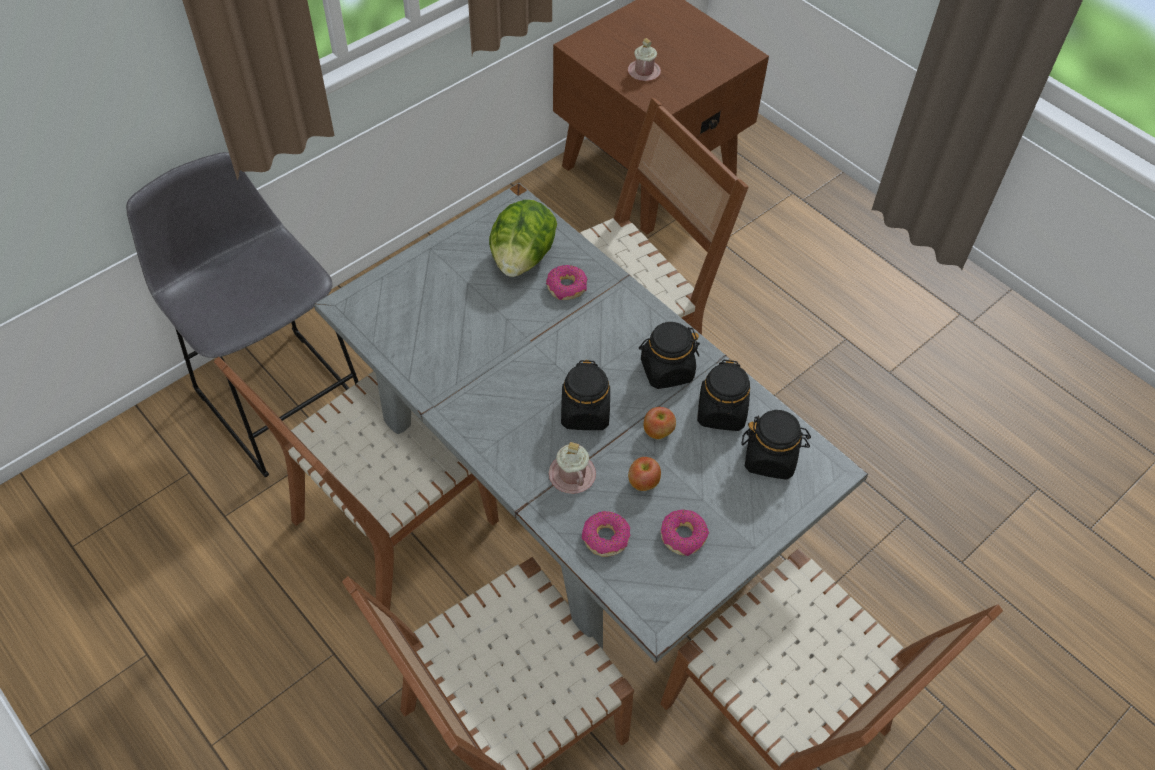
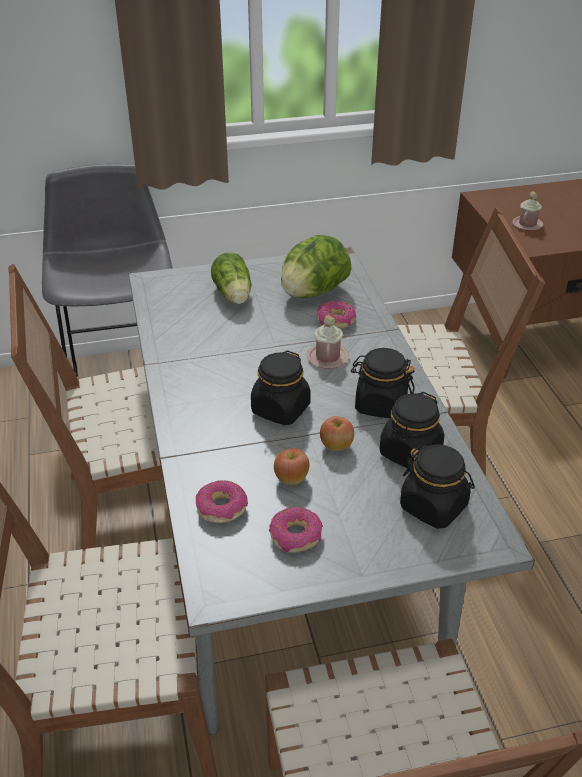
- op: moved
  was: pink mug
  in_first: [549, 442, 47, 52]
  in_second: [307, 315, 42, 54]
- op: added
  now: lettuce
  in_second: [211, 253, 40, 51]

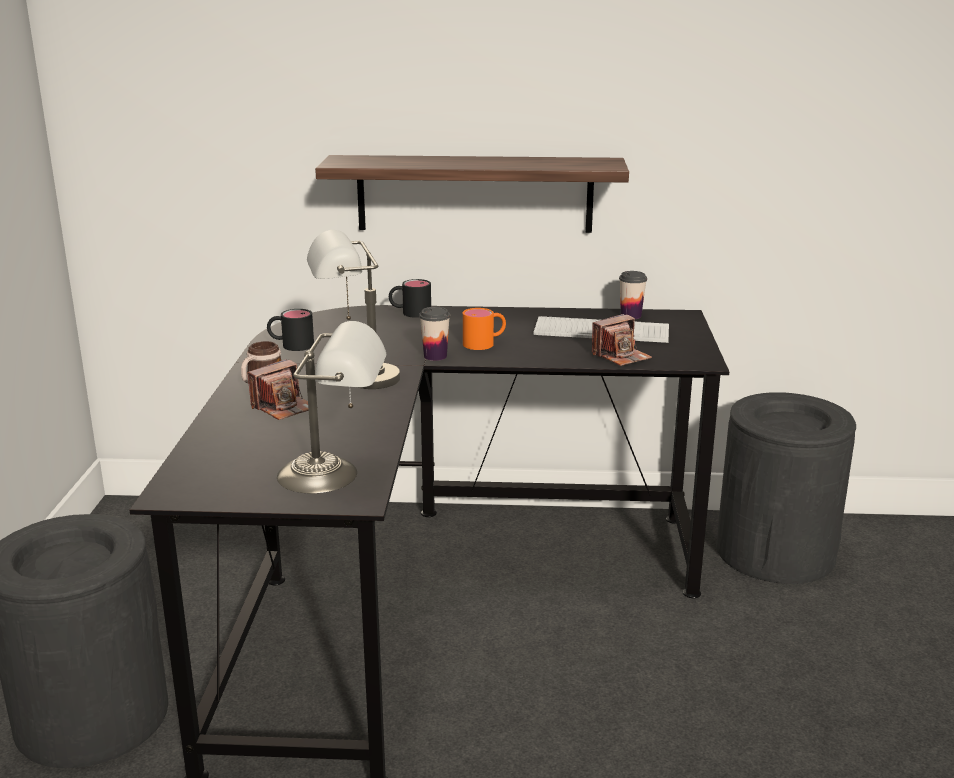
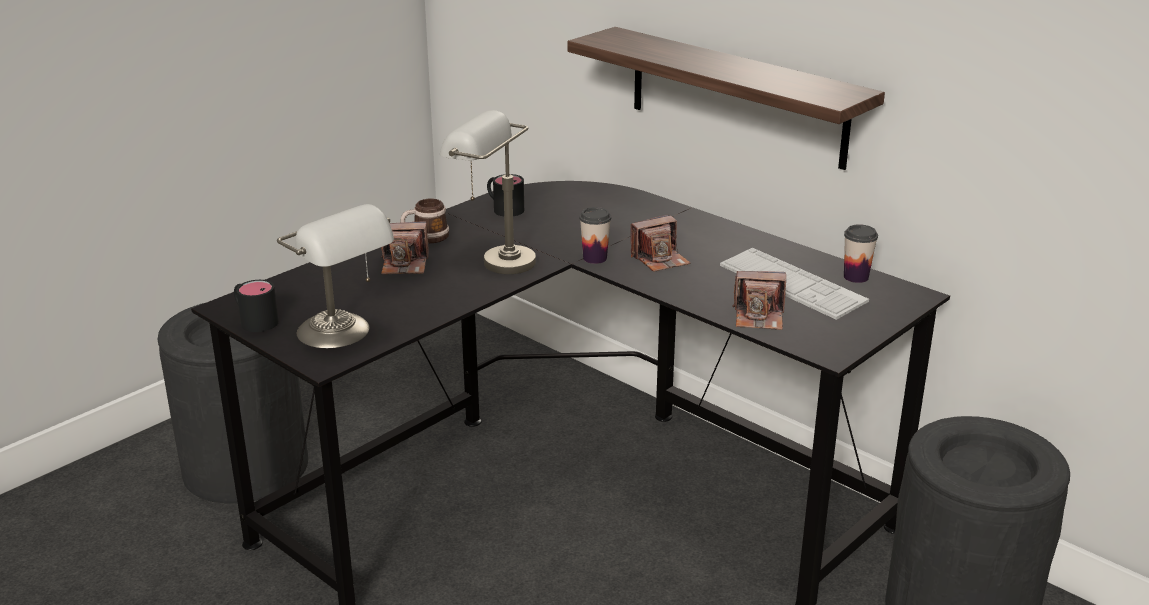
- op: moved
  was: black mug
  in_first: [389, 279, 42, 39]
  in_second: [234, 280, 45, 52]
- op: replaced
  was: orange mug
  now: photo camera
  in_first: [463, 308, 43, 42]
  in_second: [631, 215, 59, 57]

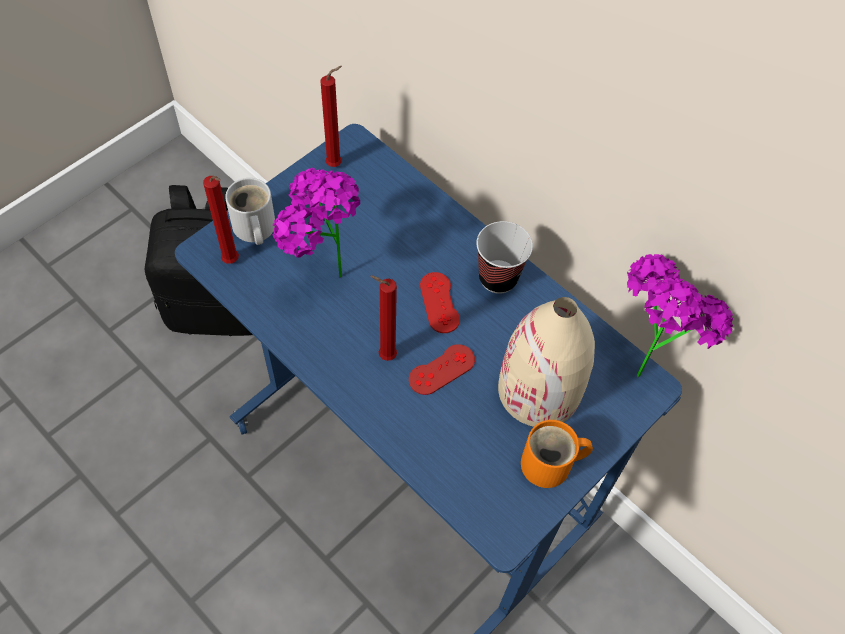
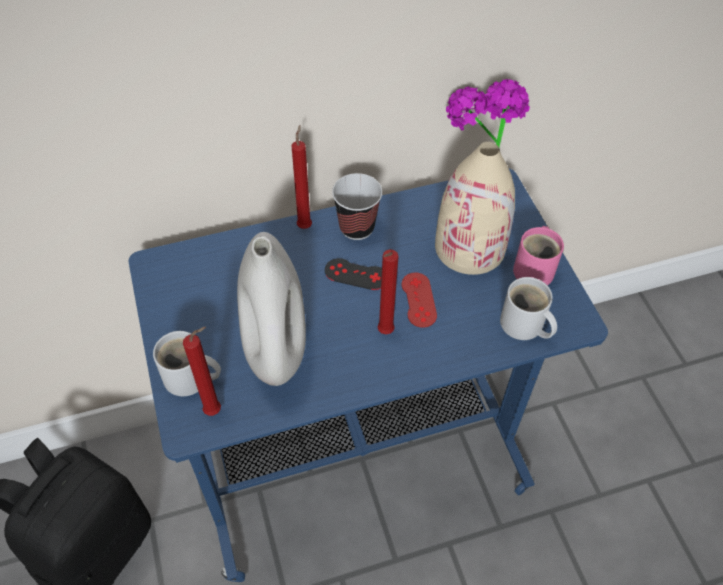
- op: replaced
  was: potted plant
  now: white vase
  in_first: [273, 168, 87, 110]
  in_second: [237, 232, 69, 154]
- op: moved
  was: red candle
  in_first: [321, 66, 21, 101]
  in_second: [292, 125, 20, 104]
- op: recoloured
  was: red game controller
  now: black game controller
  in_first: [420, 272, 40, 61]
  in_second: [325, 258, 57, 32]
- op: recoloured
  was: orange mug
  now: pink mug
  in_first: [521, 420, 72, 68]
  in_second: [513, 226, 51, 59]
- op: added
  now: white mug
  in_second: [500, 277, 57, 63]

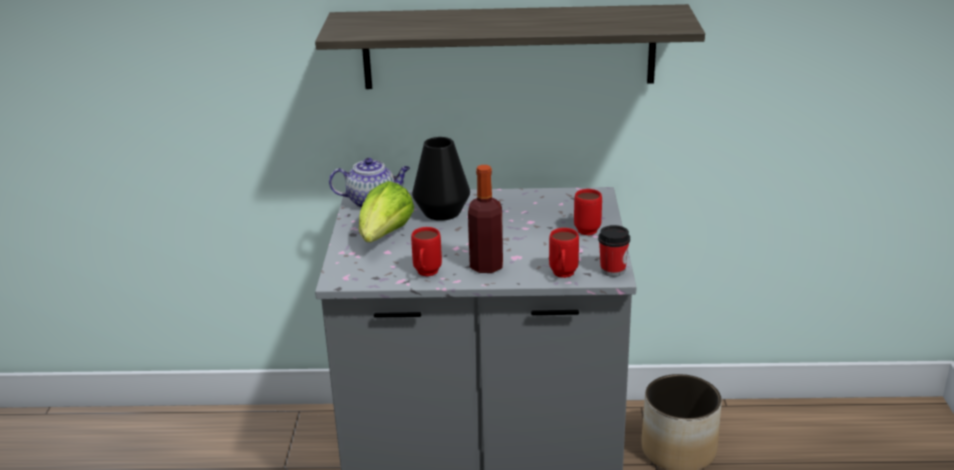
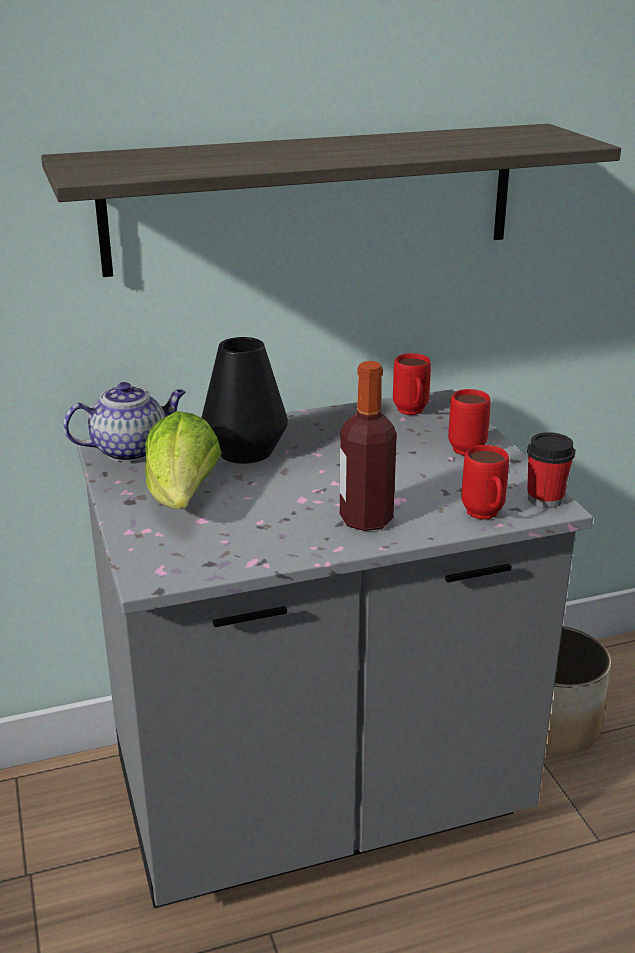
- op: moved
  was: red mug
  in_first: [411, 227, 31, 49]
  in_second: [393, 353, 38, 62]

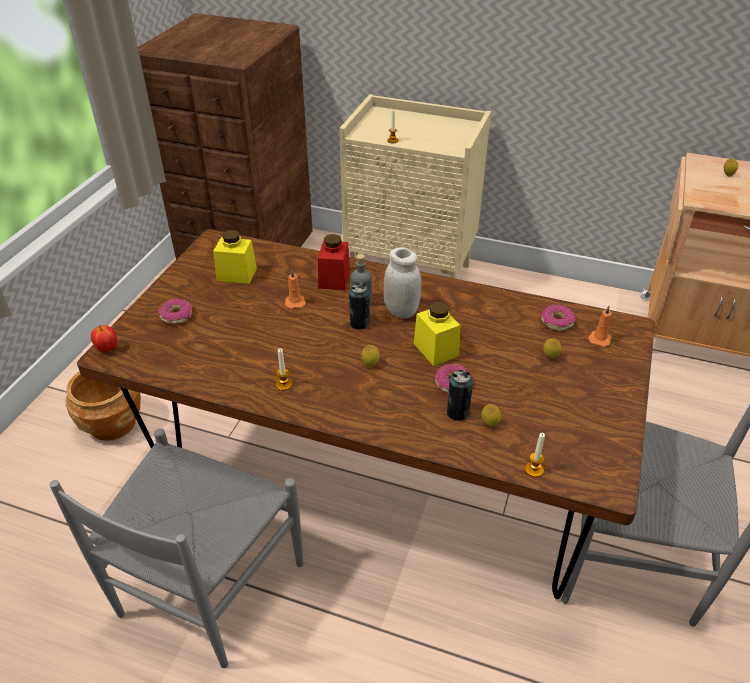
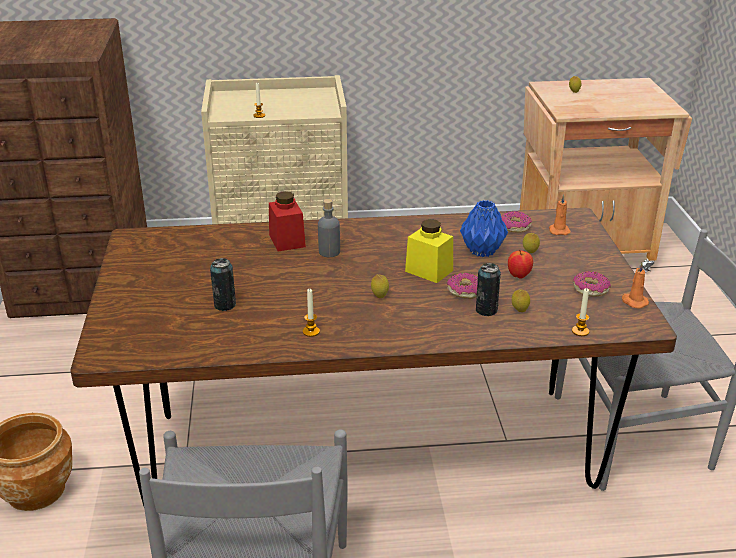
- op: moved
  was: apple
  in_first: [91, 325, 26, 28]
  in_second: [508, 250, 25, 29]
- op: moved
  was: donut
  in_first: [158, 299, 34, 25]
  in_second: [573, 271, 38, 26]
- op: removed
  was: yellow jar
  in_first: [213, 230, 44, 54]
- op: moved
  was: orange candle
  in_first: [285, 270, 21, 39]
  in_second: [622, 263, 27, 45]
- op: moved
  was: can
  in_first: [349, 283, 21, 47]
  in_second: [210, 258, 26, 53]
- op: removed
  was: white jar
  in_first: [384, 248, 37, 71]
- op: added
  now: blue vase
  in_second: [460, 200, 48, 57]

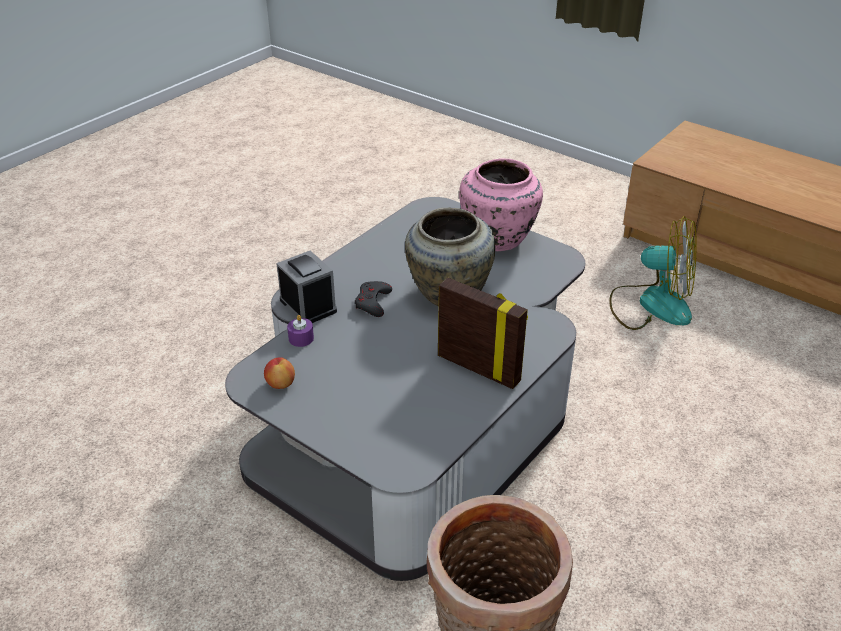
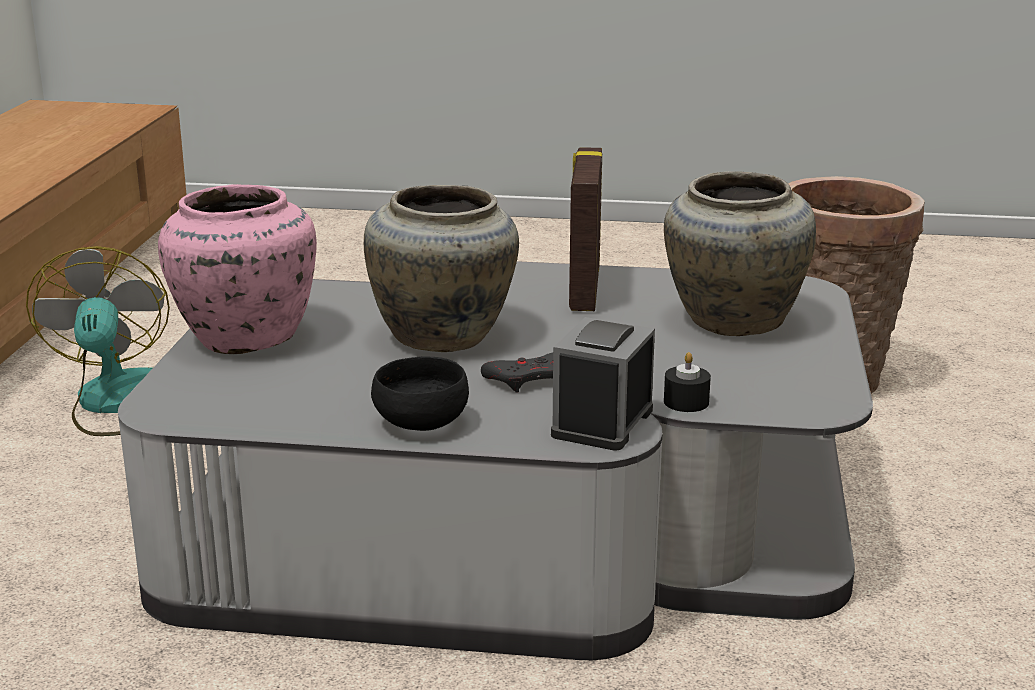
- op: removed
  was: apple
  in_first: [264, 357, 31, 32]
- op: recoloured
  was: purple candle
  now: black candle
  in_first: [287, 315, 27, 32]
  in_second: [664, 352, 47, 60]
- op: added
  now: black bowl
  in_second: [371, 356, 98, 75]
- op: added
  now: beige vase
  in_second: [664, 171, 152, 165]

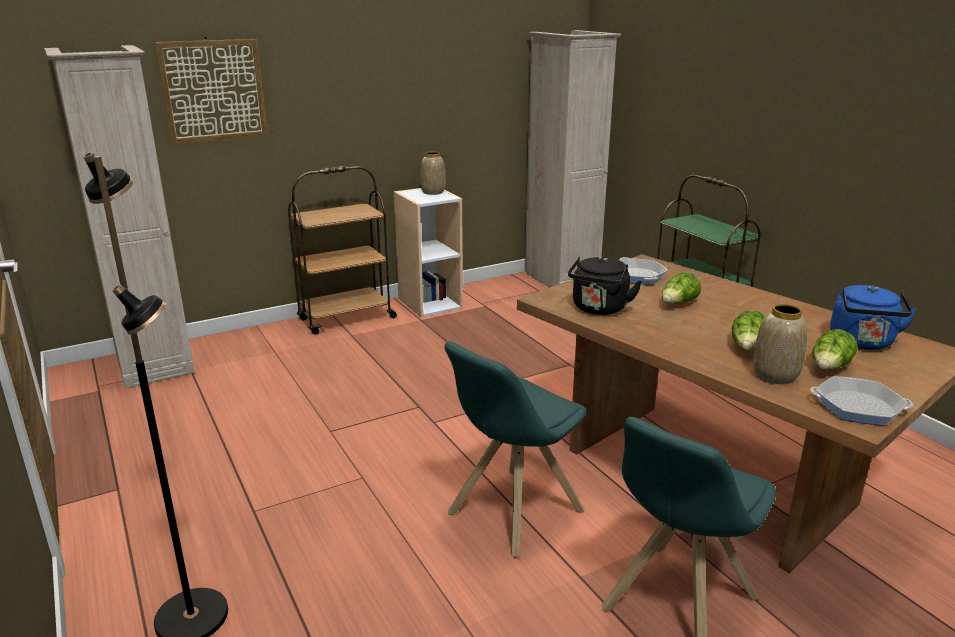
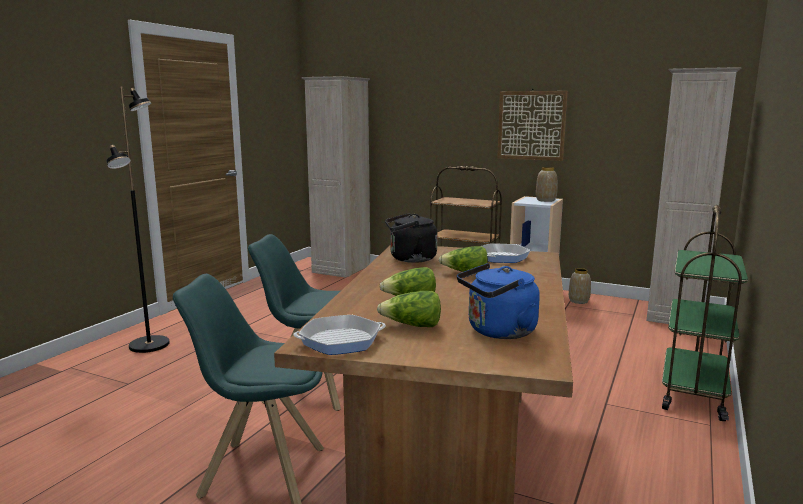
- op: moved
  was: picture
  in_first: [155, 37, 113, 107]
  in_second: [497, 89, 71, 72]
- op: moved
  was: vase
  in_first: [753, 304, 54, 80]
  in_second: [569, 268, 22, 36]
- op: turned
  was: frying pan
  in_first: [810, 376, 103, 50]
  in_second: [293, 315, 93, 40]
  clockwise: 90

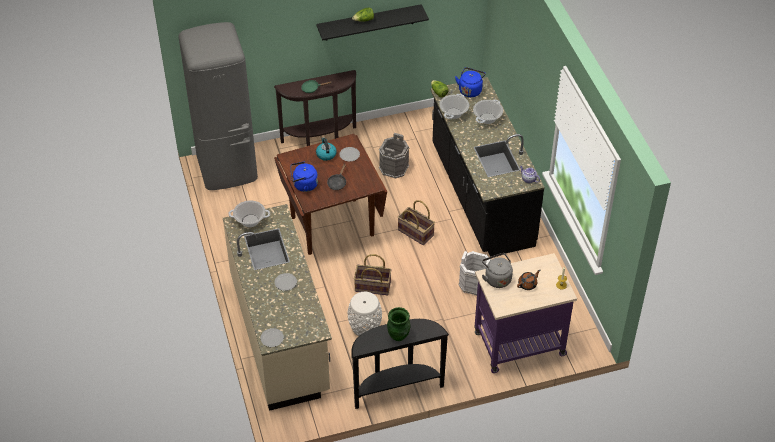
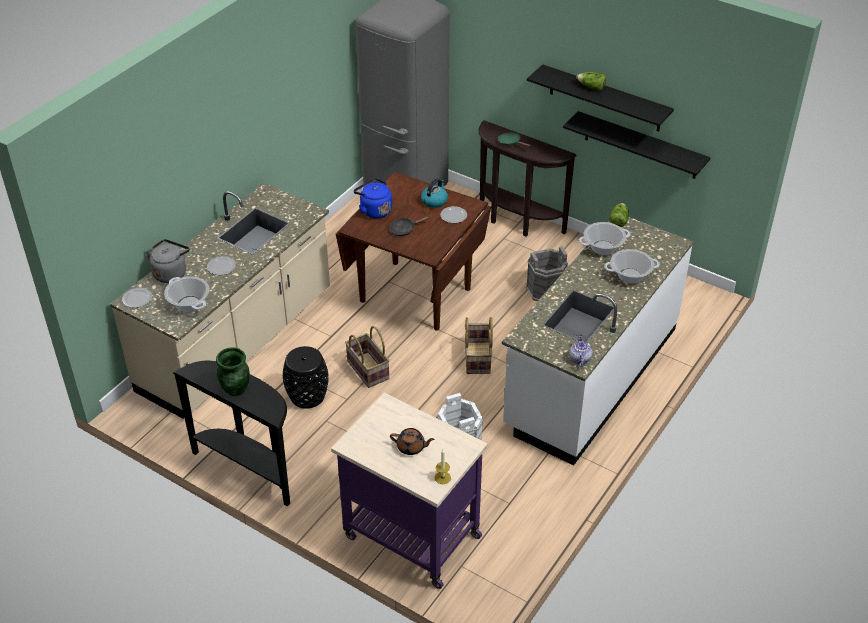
- op: moved
  was: cooking pot
  in_first: [228, 200, 42, 27]
  in_second: [164, 276, 46, 36]
- op: recoloured
  was: white stool
  now: black stool
  in_first: [348, 292, 34, 44]
  in_second: [283, 346, 46, 63]
- op: recoloured
  was: black counter
  now: white counter
  in_first: [430, 77, 115, 180]
  in_second: [502, 217, 191, 249]
- op: removed
  was: blue kettle
  in_first: [455, 67, 31, 30]
- op: moved
  was: grey kettle
  in_first: [482, 253, 31, 35]
  in_second: [146, 239, 44, 44]
- op: added
  now: black shelf
  in_second: [563, 111, 148, 68]

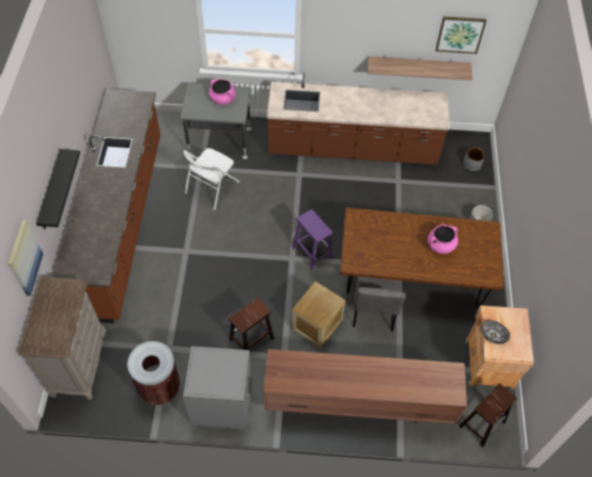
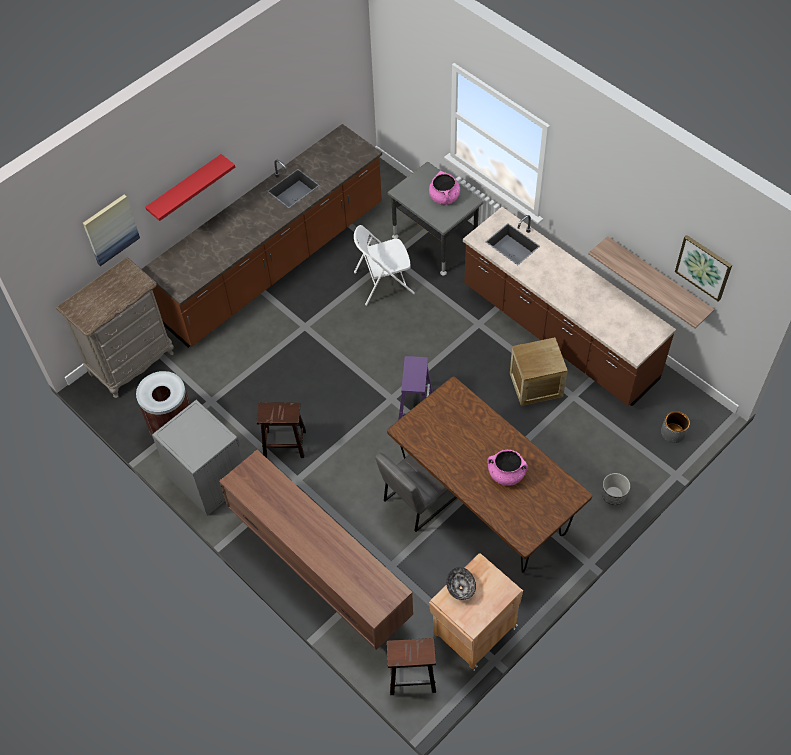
- op: recoloured
  was: black shelf
  now: red shelf
  in_first: [36, 149, 44, 80]
  in_second: [145, 154, 90, 67]
- op: moved
  was: crate
  in_first: [291, 281, 55, 68]
  in_second: [510, 337, 58, 69]

